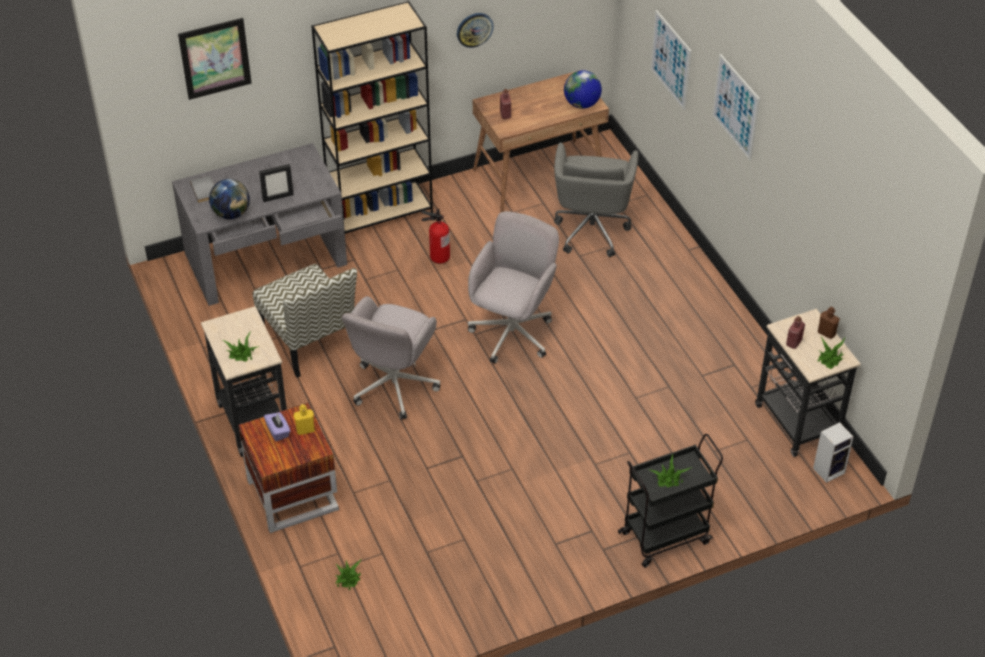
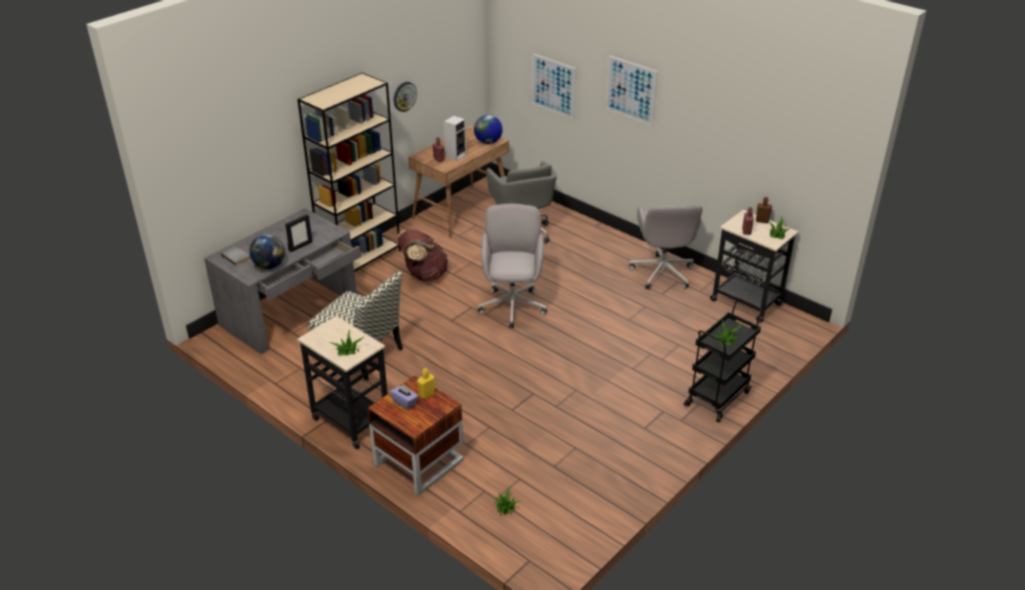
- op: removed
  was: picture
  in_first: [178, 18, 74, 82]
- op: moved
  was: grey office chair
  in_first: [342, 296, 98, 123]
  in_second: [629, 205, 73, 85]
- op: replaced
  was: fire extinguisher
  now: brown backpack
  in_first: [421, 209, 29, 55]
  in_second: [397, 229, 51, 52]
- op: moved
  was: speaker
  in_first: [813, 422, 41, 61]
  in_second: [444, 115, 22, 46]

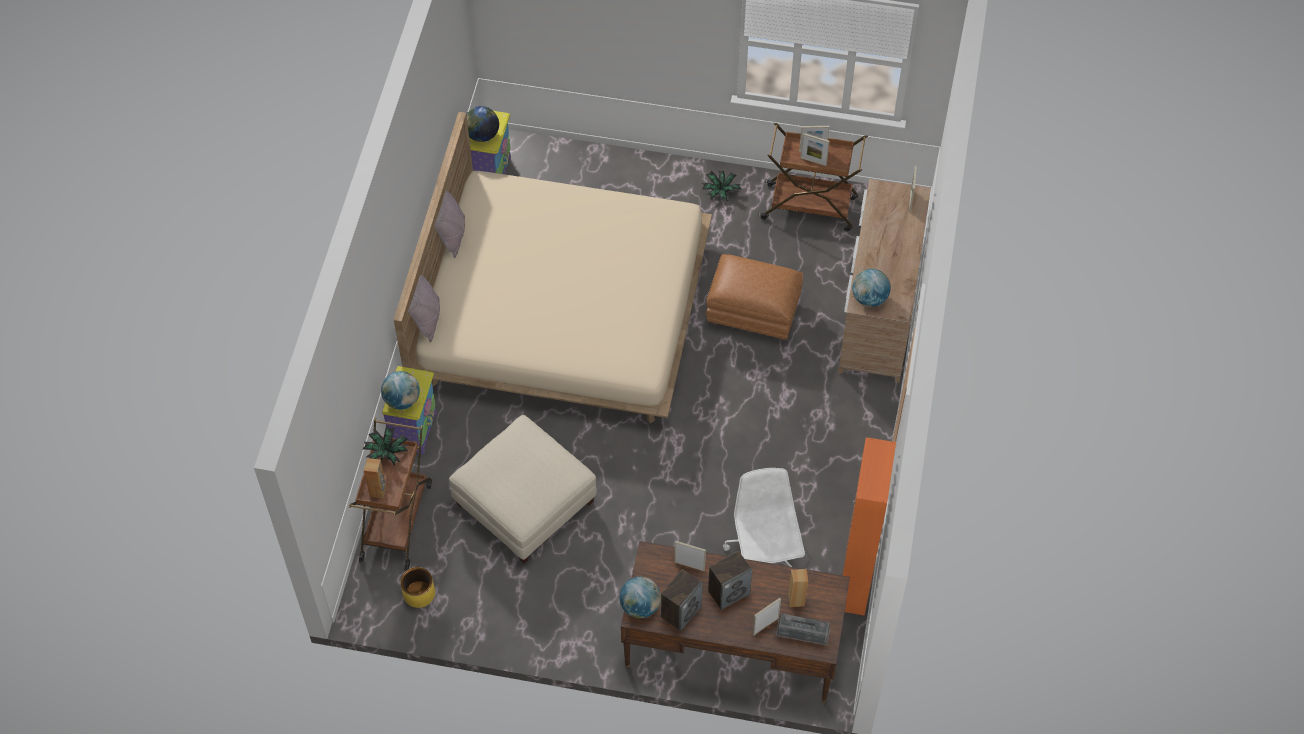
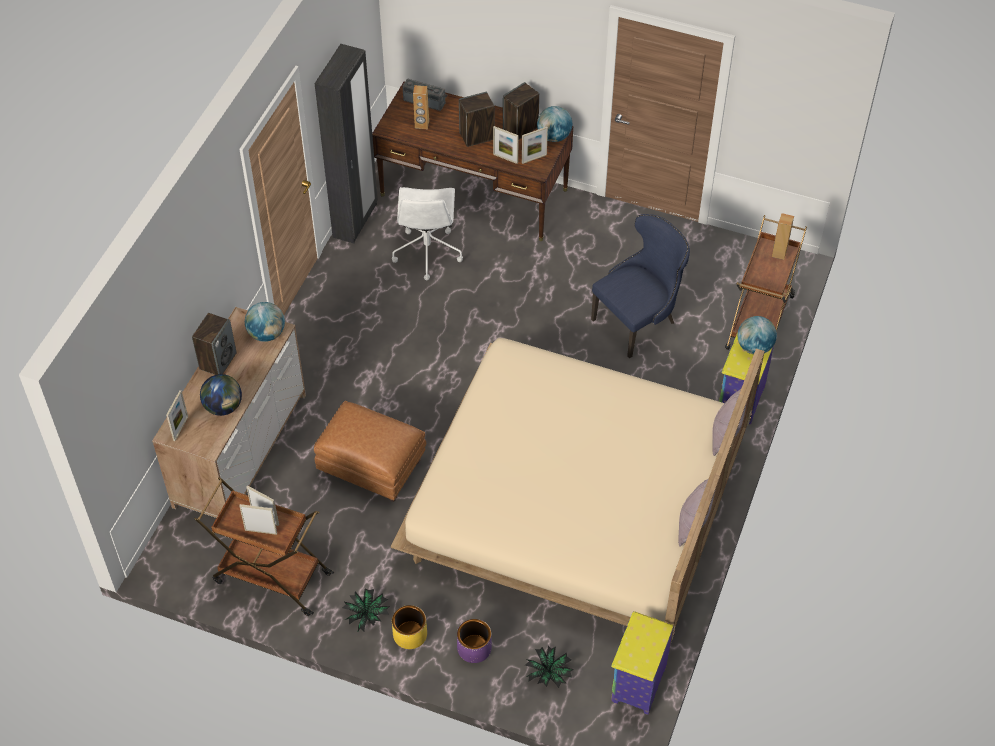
- op: moved
  was: potted plant
  in_first: [363, 426, 45, 40]
  in_second: [525, 646, 49, 42]
- op: moved
  was: yellow planter
  in_first: [400, 567, 35, 41]
  in_second: [392, 605, 35, 44]
- op: replaced
  was: beige ottoman
  now: blue chair
  in_first: [449, 415, 148, 149]
  in_second: [591, 214, 99, 144]
- op: moved
  was: globe
  in_first: [466, 106, 33, 36]
  in_second: [200, 374, 42, 42]
- op: moved
  was: picture frame
  in_first: [753, 598, 28, 37]
  in_second: [522, 127, 26, 37]
- op: recoloured
  was: orange wardrobe
  now: black wardrobe
  in_first: [842, 438, 54, 178]
  in_second: [315, 44, 63, 200]
- op: added
  now: speaker
  in_second: [192, 313, 45, 62]
- op: added
  now: purple planter
  in_second: [457, 619, 35, 44]

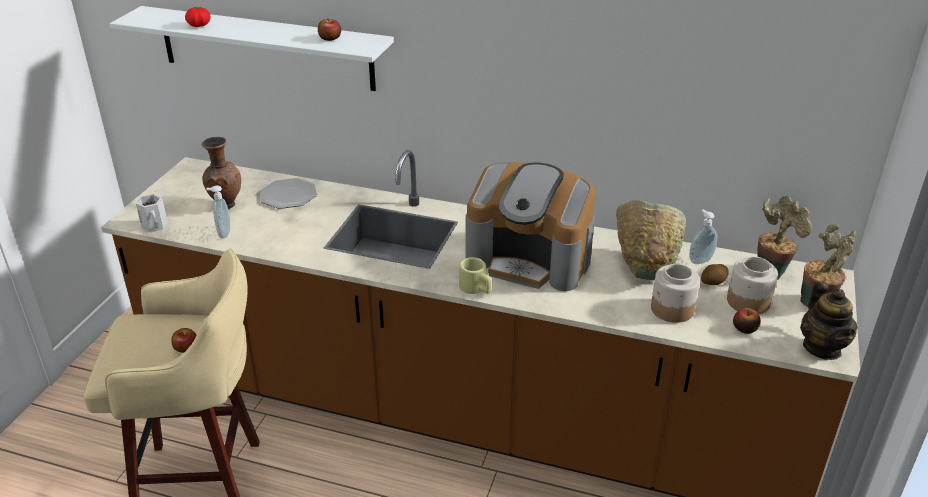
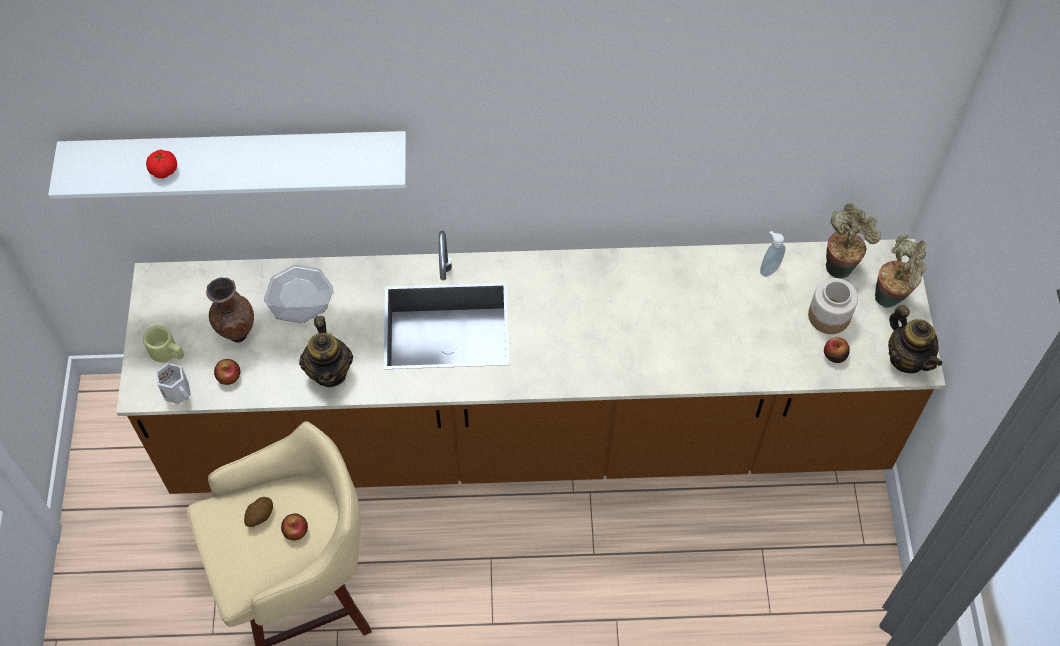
- op: removed
  was: soap dispenser
  in_first: [206, 186, 24, 52]
- op: moved
  was: apple
  in_first: [318, 19, 23, 22]
  in_second: [214, 359, 26, 26]
- op: moved
  was: beige mug
  in_first: [459, 257, 33, 37]
  in_second: [143, 326, 41, 36]
- op: removed
  was: coffee machine
  in_first: [466, 162, 129, 129]
- op: removed
  was: green bowl
  in_first: [616, 200, 70, 80]
- op: removed
  was: jar
  in_first: [651, 264, 49, 59]
- op: moved
  was: potato
  in_first: [701, 264, 28, 21]
  in_second: [244, 497, 29, 30]
- op: added
  now: teapot
  in_second: [299, 316, 54, 71]

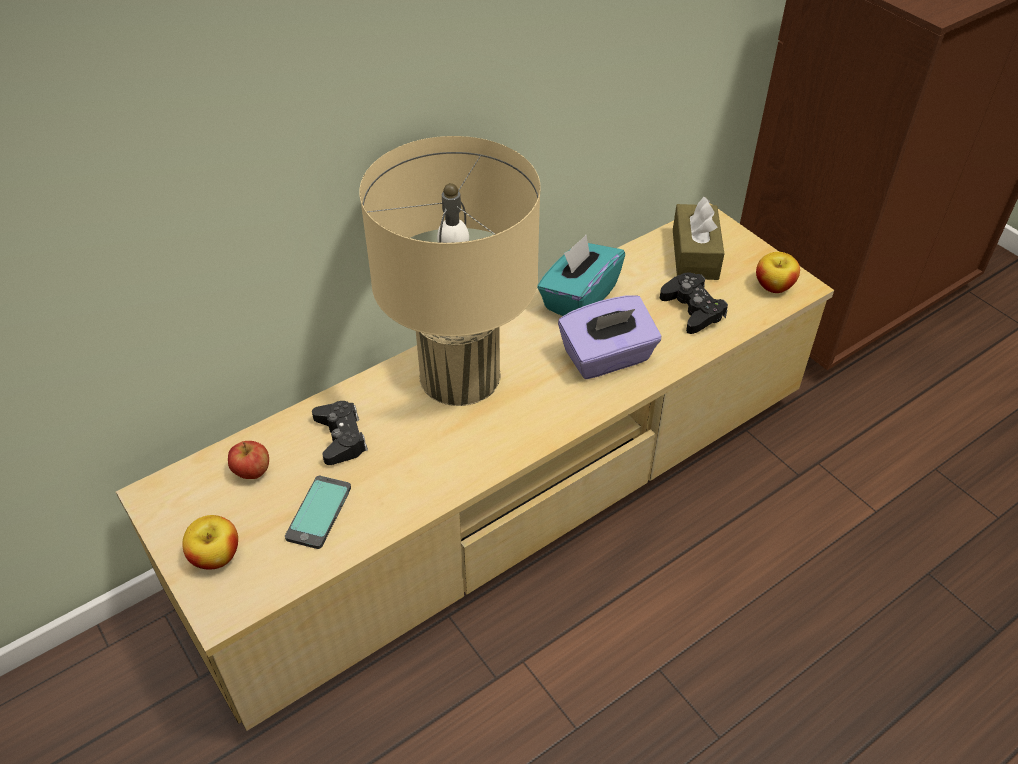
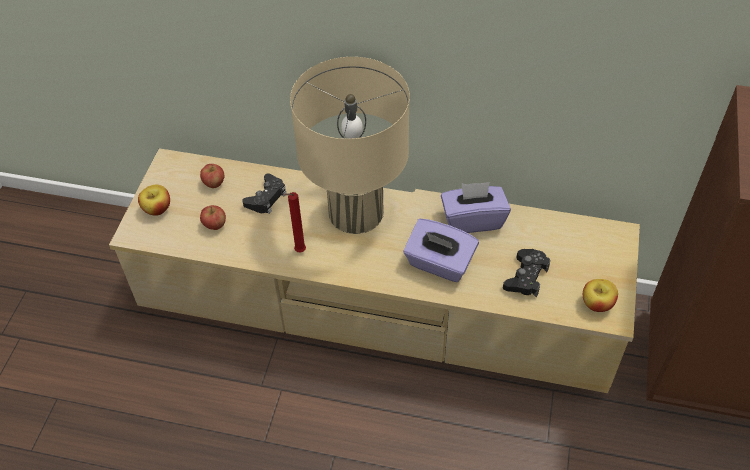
- op: replaced
  was: phone
  now: apple
  in_first: [285, 476, 66, 73]
  in_second: [200, 205, 26, 25]
- op: recoloured
  was: turquoise tissue box
  now: purple tissue box
  in_first: [537, 235, 88, 81]
  in_second: [441, 182, 70, 51]
- op: removed
  was: brown tissue box
  in_first: [673, 197, 51, 83]
- op: added
  now: red candle
  in_second: [283, 192, 23, 61]

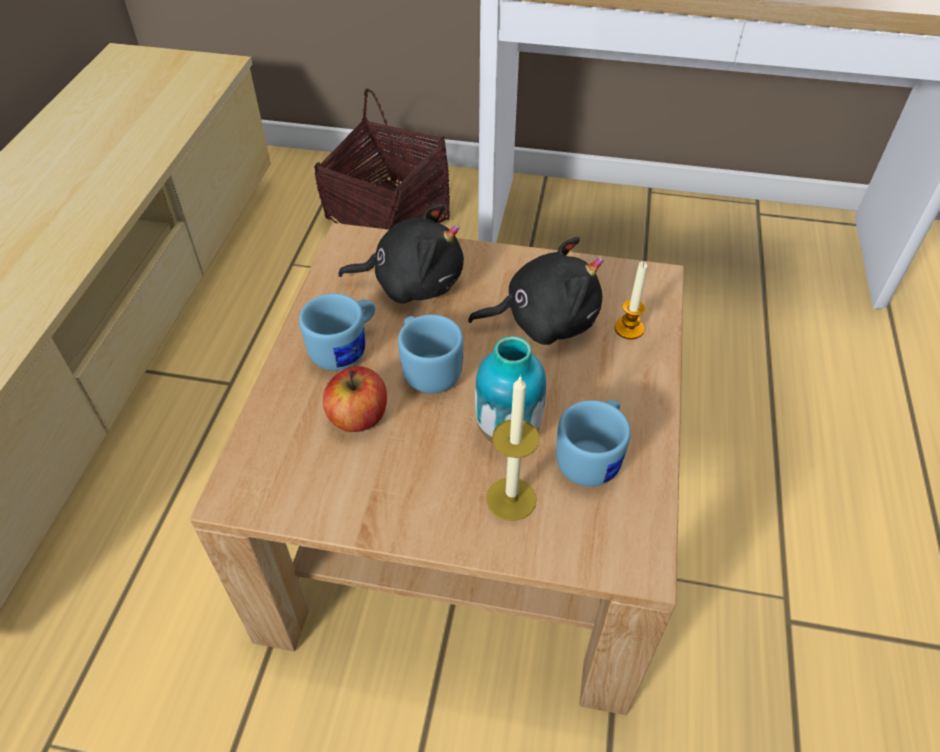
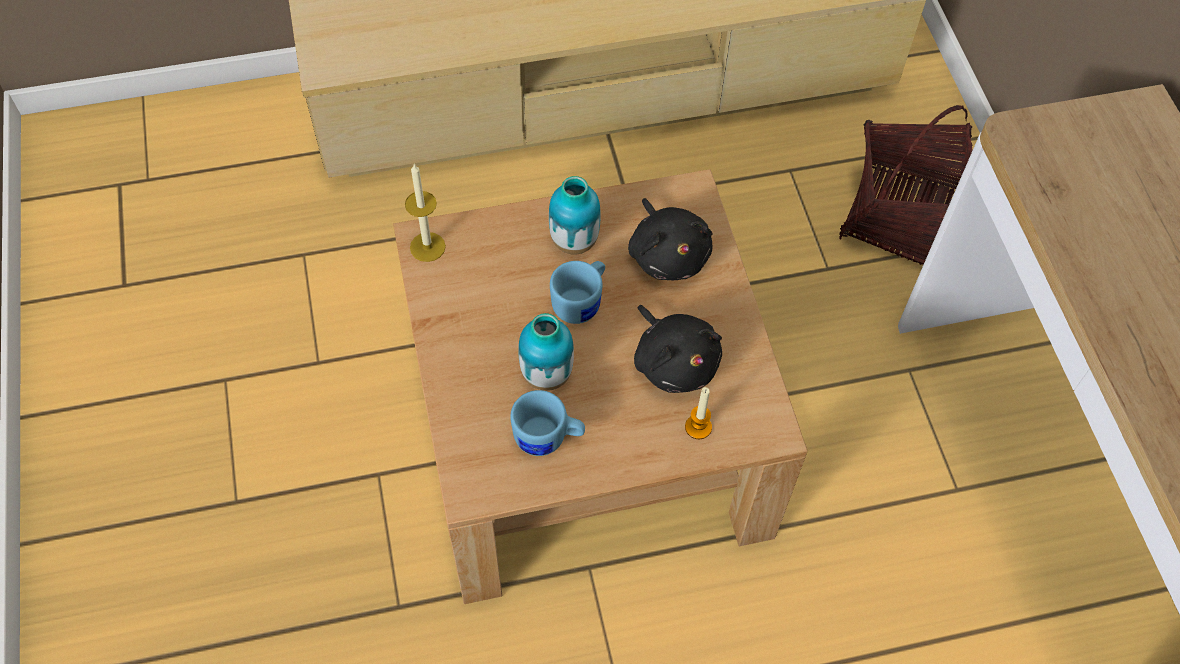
- op: replaced
  was: blue mug
  now: vase
  in_first: [299, 293, 76, 78]
  in_second: [549, 176, 52, 79]
- op: removed
  was: apple
  in_first: [323, 366, 64, 66]
- op: moved
  was: candle
  in_first: [486, 375, 53, 146]
  in_second: [405, 163, 41, 99]

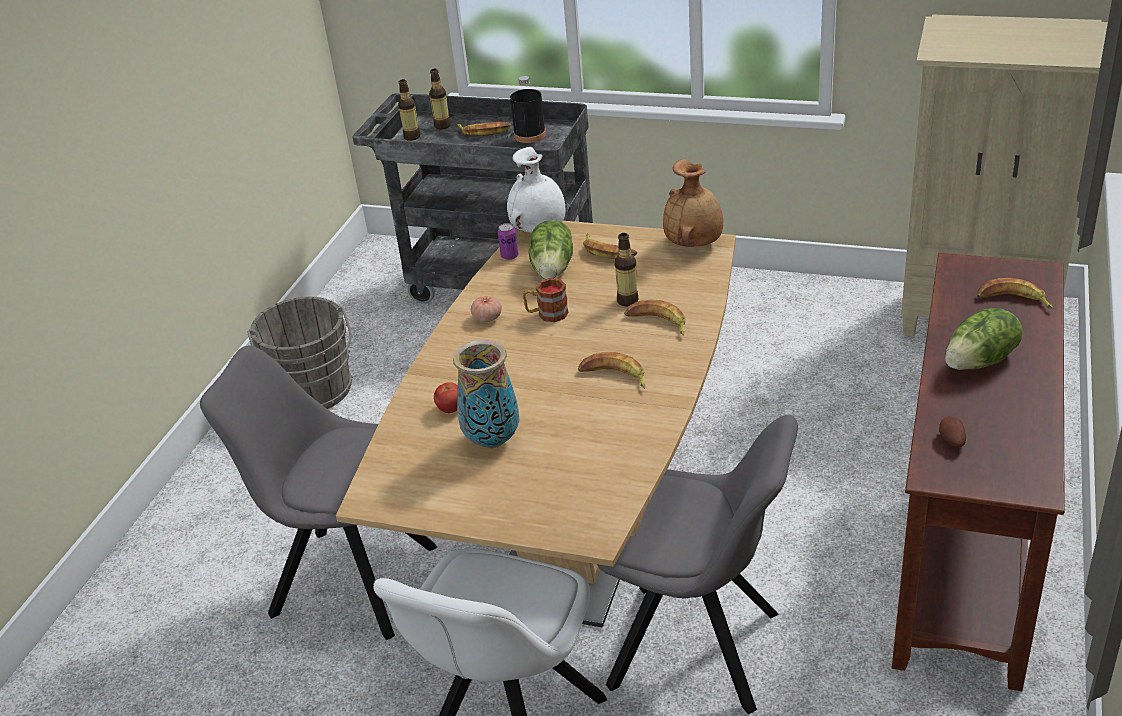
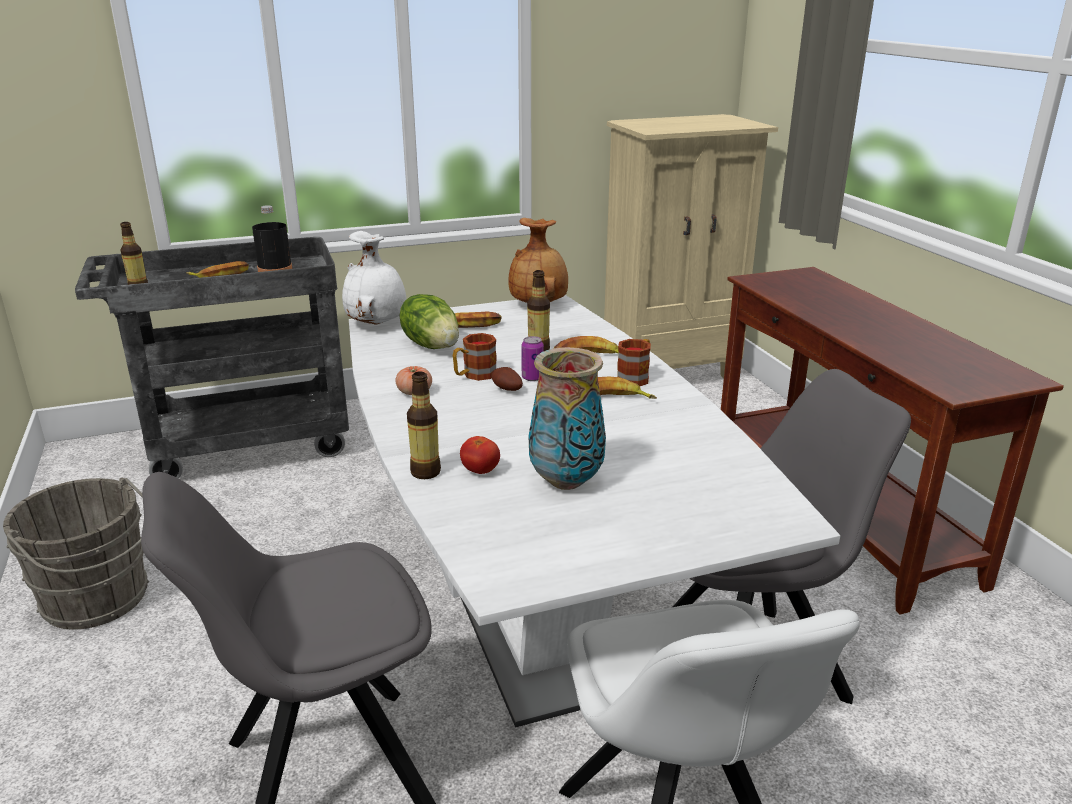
- op: recoloured
  was: brown dining table
  now: white dining table
  in_first: [336, 221, 400, 407]
  in_second: [349, 295, 491, 432]
- op: moved
  was: bottle
  in_first: [429, 69, 22, 60]
  in_second: [407, 371, 34, 108]
- op: moved
  was: can
  in_first: [498, 223, 20, 37]
  in_second: [521, 336, 23, 45]
- op: moved
  was: potato
  in_first: [939, 416, 27, 31]
  in_second: [492, 367, 31, 24]
- op: removed
  was: lettuce
  in_first: [945, 308, 78, 62]
- op: removed
  was: banana
  in_first: [977, 278, 76, 31]
- op: added
  now: mug
  in_second: [617, 339, 34, 47]

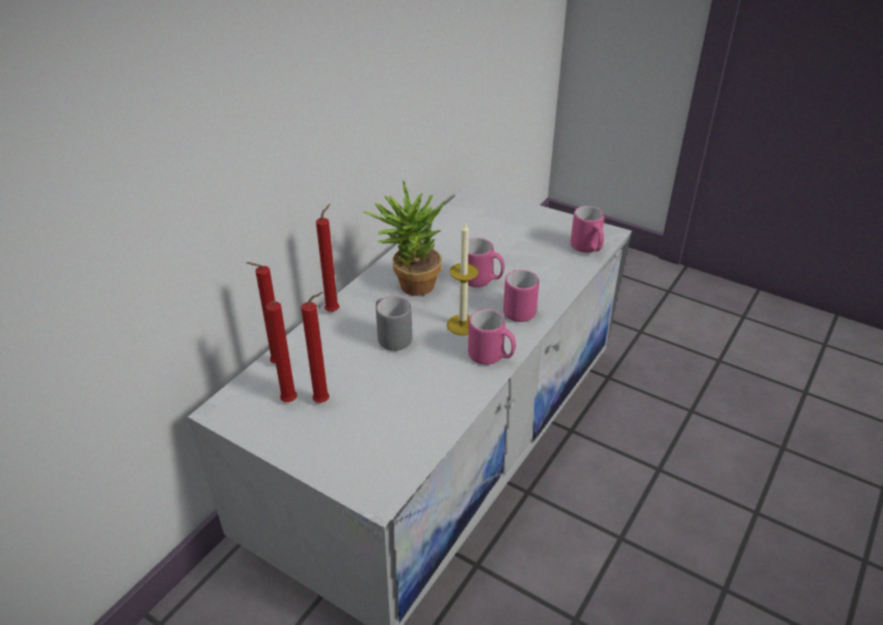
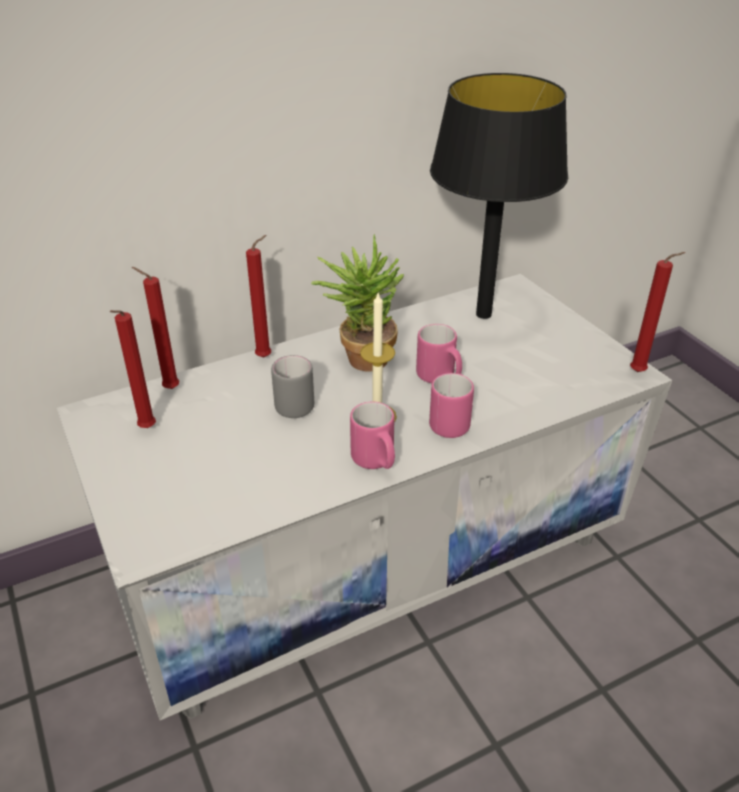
- op: moved
  was: red candle
  in_first: [301, 292, 28, 111]
  in_second: [630, 252, 56, 120]
- op: removed
  was: pink mug
  in_first: [570, 206, 35, 47]
- op: added
  now: black table lamp
  in_second: [430, 73, 138, 246]

